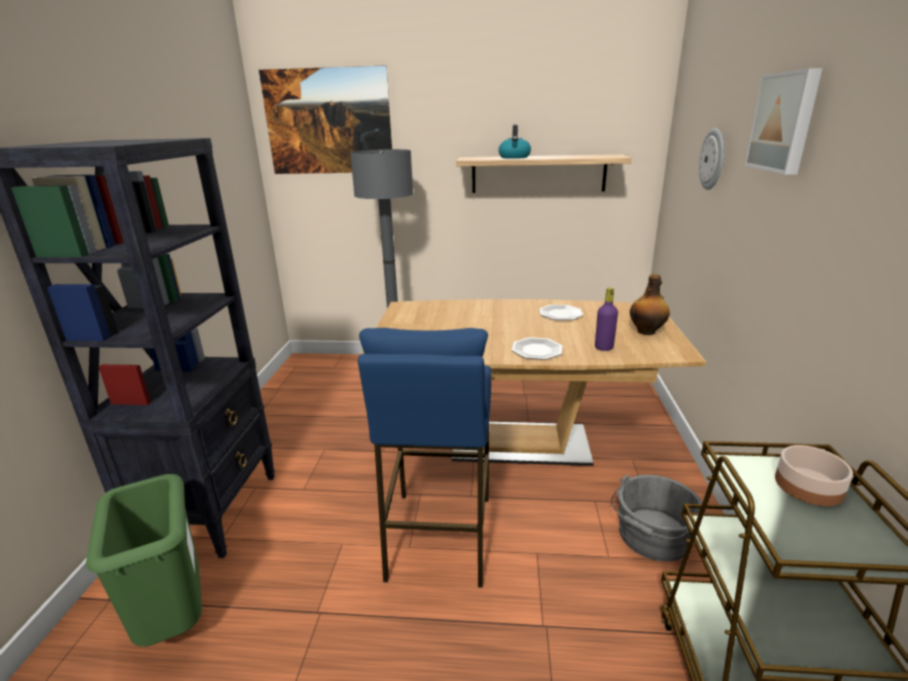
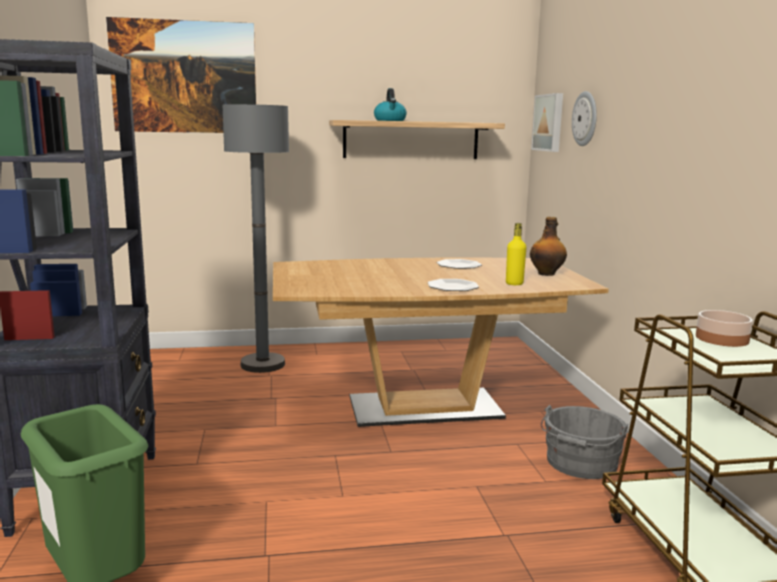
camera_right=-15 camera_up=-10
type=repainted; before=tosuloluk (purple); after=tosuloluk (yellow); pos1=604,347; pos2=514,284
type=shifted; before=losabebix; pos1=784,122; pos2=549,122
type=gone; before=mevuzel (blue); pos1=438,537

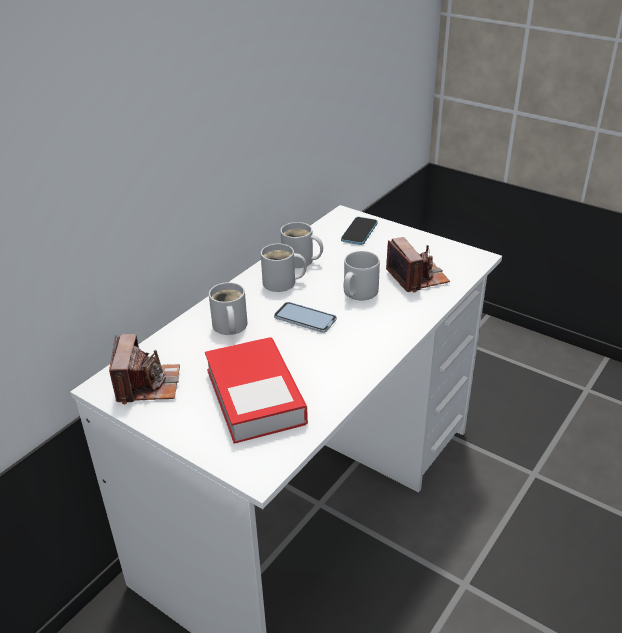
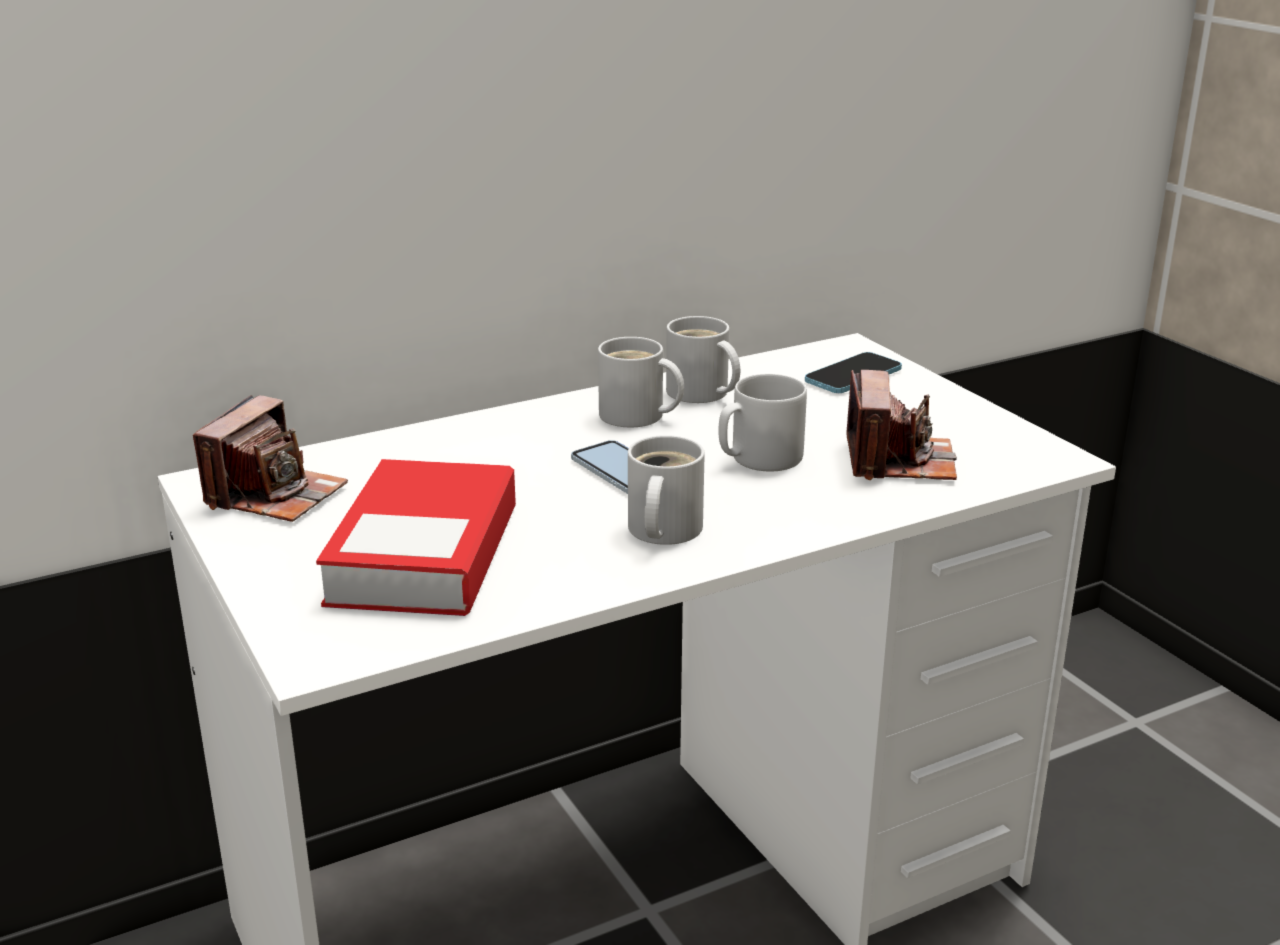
camera_right=25 camera_up=-10
type=shifted; before=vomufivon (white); pos1=229,327; pos2=660,530

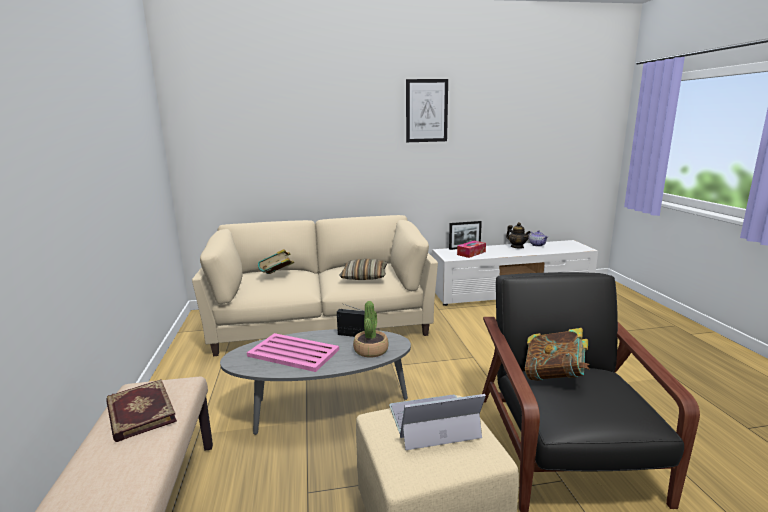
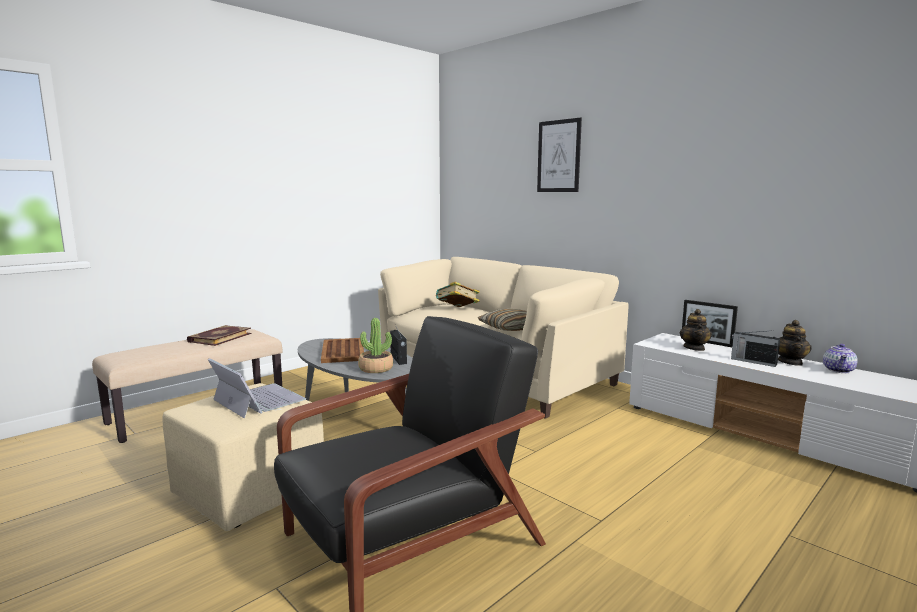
camera_right=55 camera_up=-5
type=repainted; before=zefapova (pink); after=zefapova (brown); pos1=293,352; pos2=343,351
type=shifted; before=losabebix; pos1=426,111; pos2=559,156
type=swapped; before=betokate; after=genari; pos1=471,253; pos2=694,348
type=new; after=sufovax; pos2=752,361
type=gone; before=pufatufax; pos1=554,376

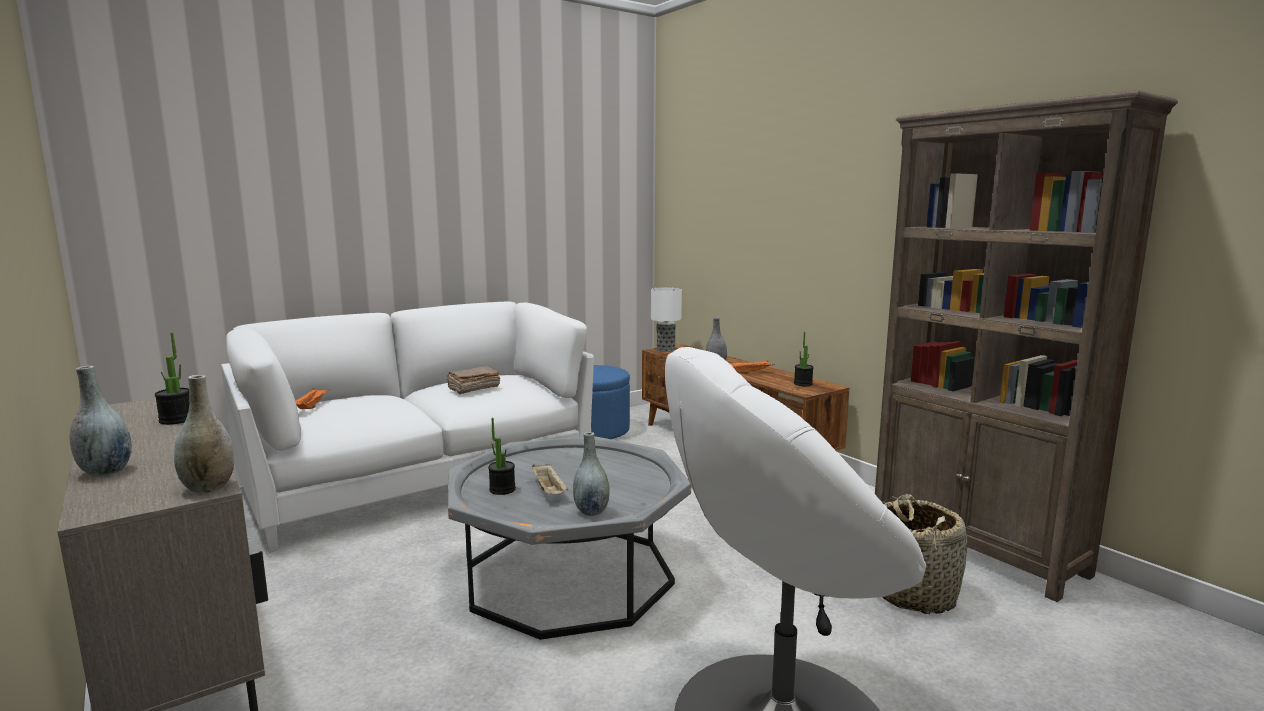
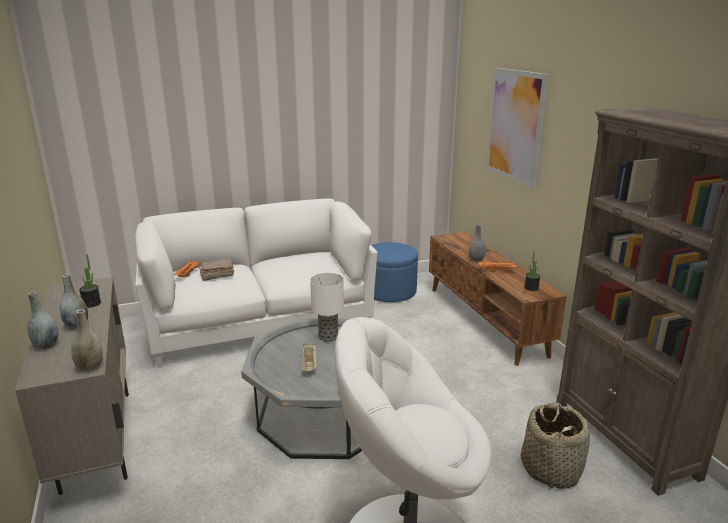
camera_right=15 camera_up=10
type=shifted; before=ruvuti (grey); pos1=591,511; pos2=77,326
type=shifted; before=pufatufax (brown); pos1=473,388; pos2=216,275
type=shifted; before=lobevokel; pos1=666,350; pos2=329,337
type=new; after=losabebix; pos2=515,126
type=gone; before=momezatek; pos1=502,489

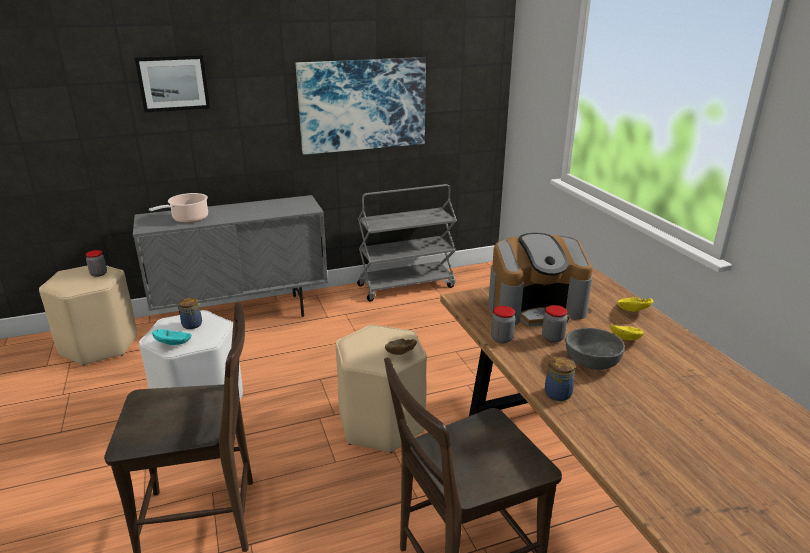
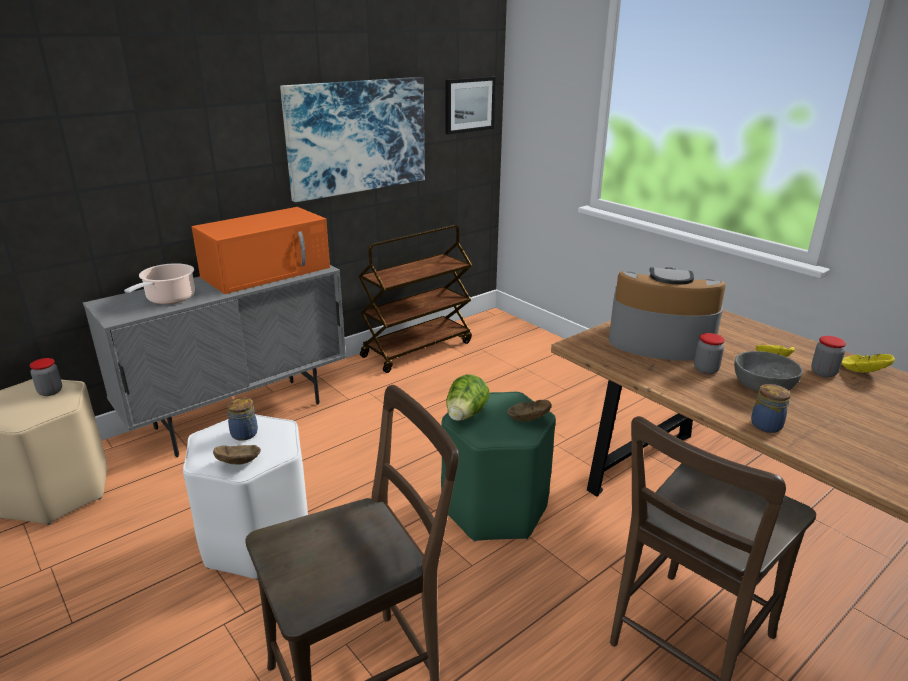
camera_right=-20 camera_up=0
type=new; after=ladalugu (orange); pos2=268,271
type=repainted; before=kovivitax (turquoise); after=kovivitax (brown); pos1=175,344; pos2=241,462
type=repainted; before=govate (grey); after=govate (brown); pos1=406,286; pos2=417,349
type=repainted; before=mevuzel (beige); after=mevuzel (green); pos1=382,424; pos2=495,508
type=shifted; before=losabebix; pos1=173,83; pos2=469,105
type=new; after=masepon; pos2=465,415
type=rotated; before=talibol; pos1=536,307; pos2=659,341; turn=-135
type=shifted; before=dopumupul; pos1=502,339; pos2=823,372
type=shifted; before=kovivitax (yellow); pos1=632,310; pos2=862,371

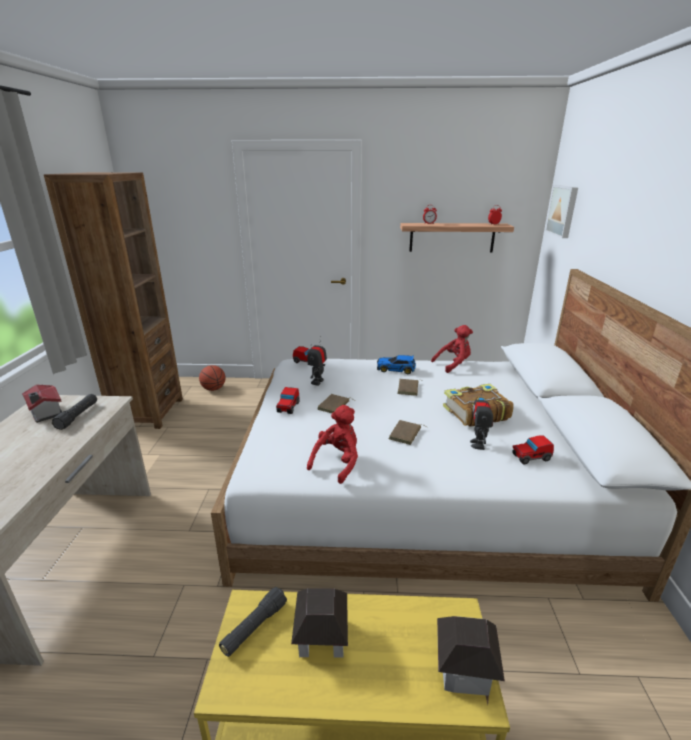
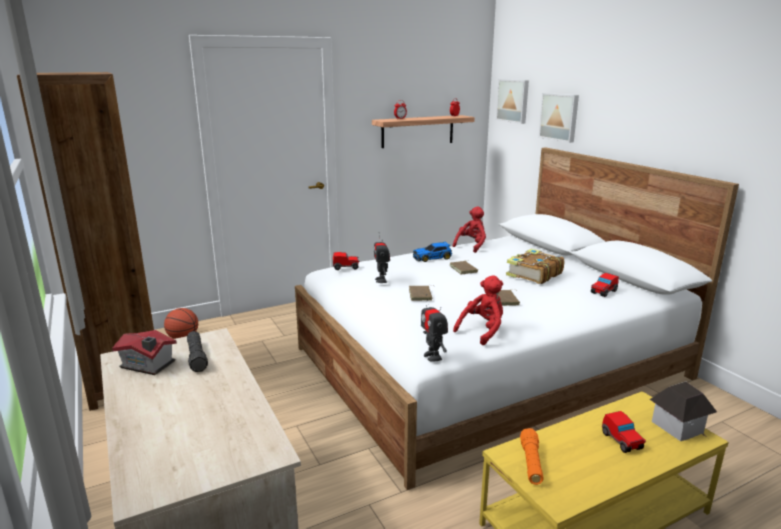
camera_right=-30 camera_up=-5
type=shifted; before=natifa; pos1=478,444; pos2=433,356
type=rotated; before=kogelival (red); pos1=337,462; pos2=482,331; turn=45
type=repainted; before=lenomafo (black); after=lenomafo (orange); pos1=254,627; pos2=531,463
type=new; after=losabebix; pos2=559,117
type=shifted; before=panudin; pos1=288,407; pos2=622,441
type=gone; before=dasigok; pos1=321,638

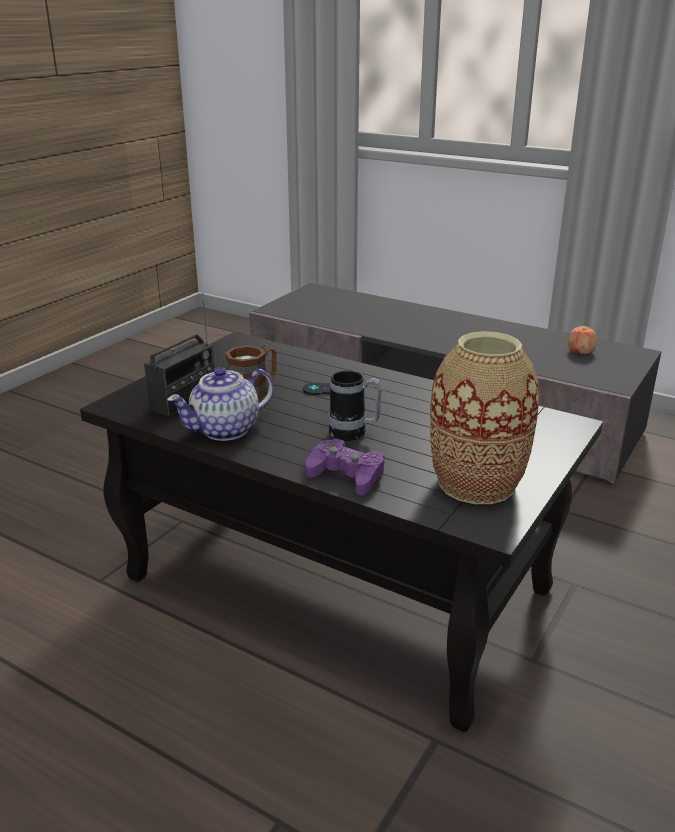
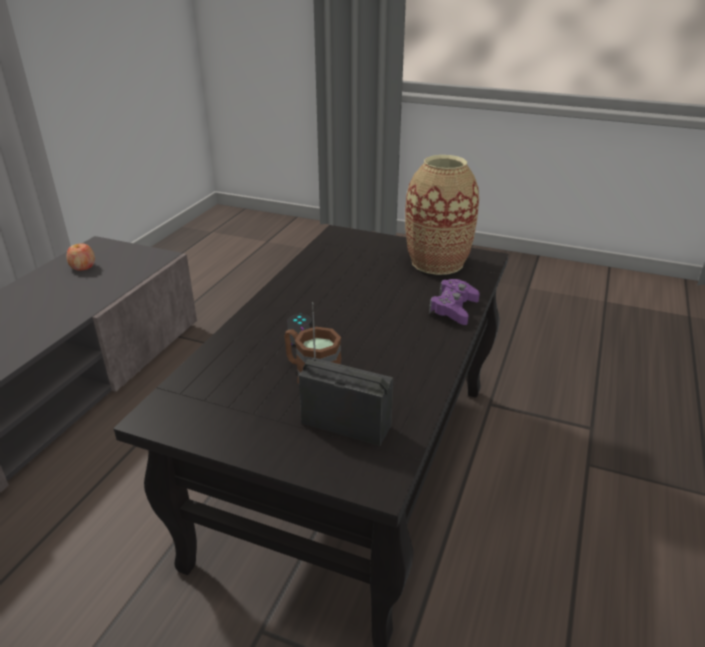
camera_right=-100 camera_up=5
type=gone; before=genari; pos1=225,430
type=gone; before=vomufivon; pos1=354,434

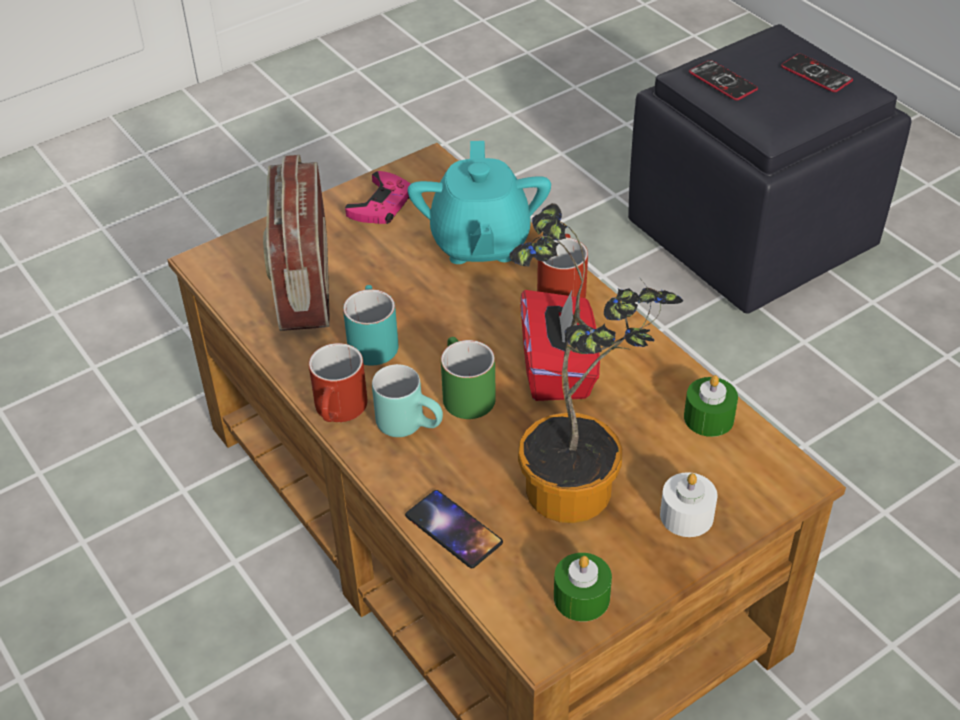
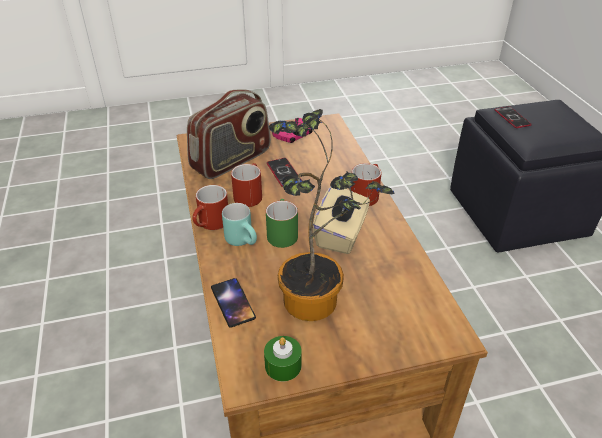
camera_right=20 camera_up=-5
type=rotated; before=sufovax; pos1=303,284; pos2=232,160; turn=-150
type=repainted; before=vomufivon (turquoise); after=vomufivon (red); pos1=371,340; pos2=249,194
type=shifted; before=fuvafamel; pos1=816,74; pos2=284,173
type=repainted; before=betokate (red); after=betokate (beige); pos1=558,369; pos2=341,235
type=gone; before=genari (turquoise); pos1=480,243
type=gone; before=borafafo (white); pos1=686,515
type=gone; before=borafafo (green); pos1=709,418

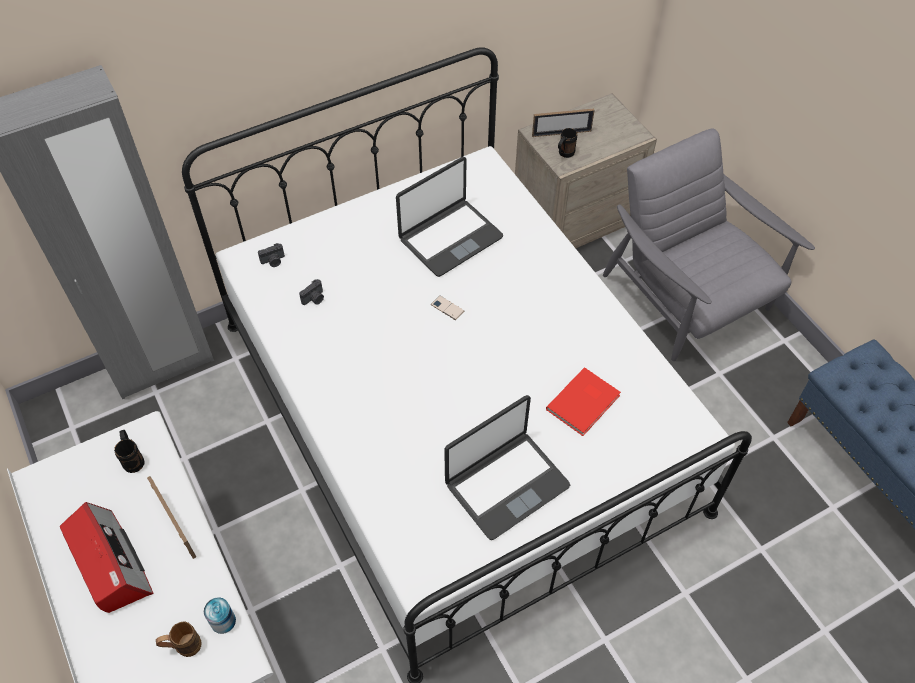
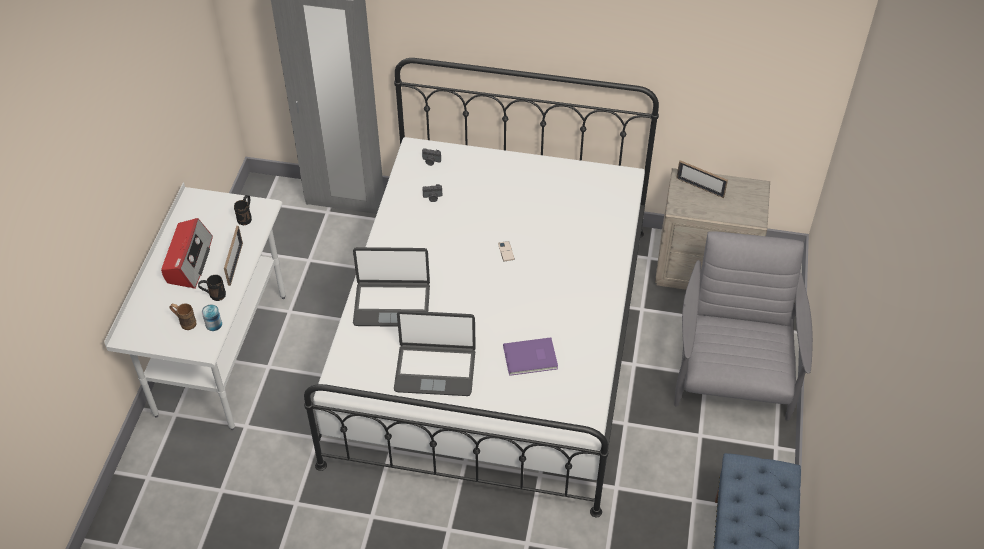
camera_right=40 camera_up=-5
type=shifted; before=vomufivon (black); pos1=564,154; pos2=214,296
type=shifted; before=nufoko; pos1=450,238; pos2=392,304
type=repainted; before=pufatufax (red); after=pufatufax (purple); pos1=585,403; pos2=531,358

